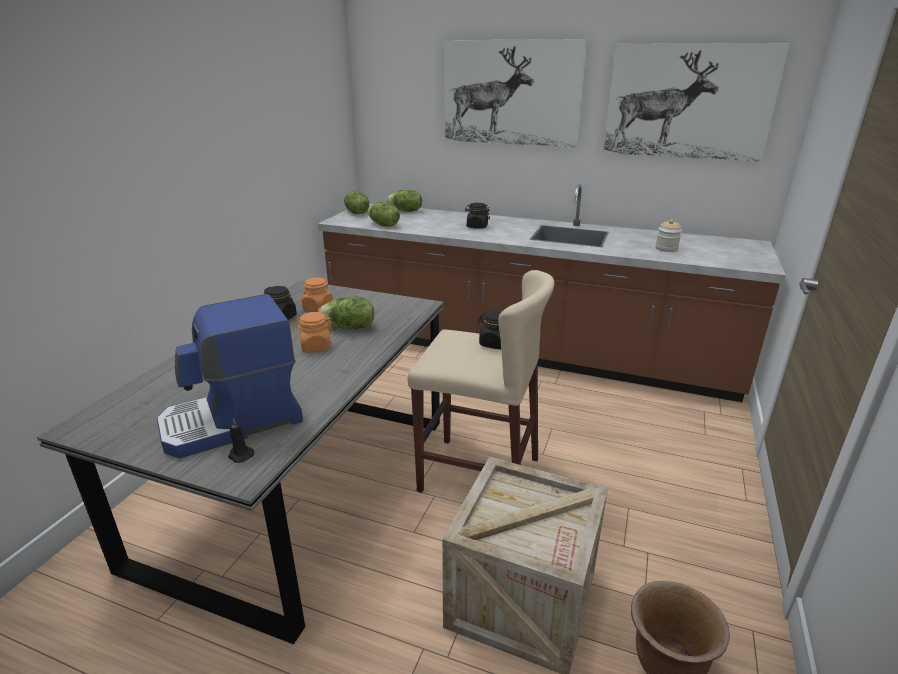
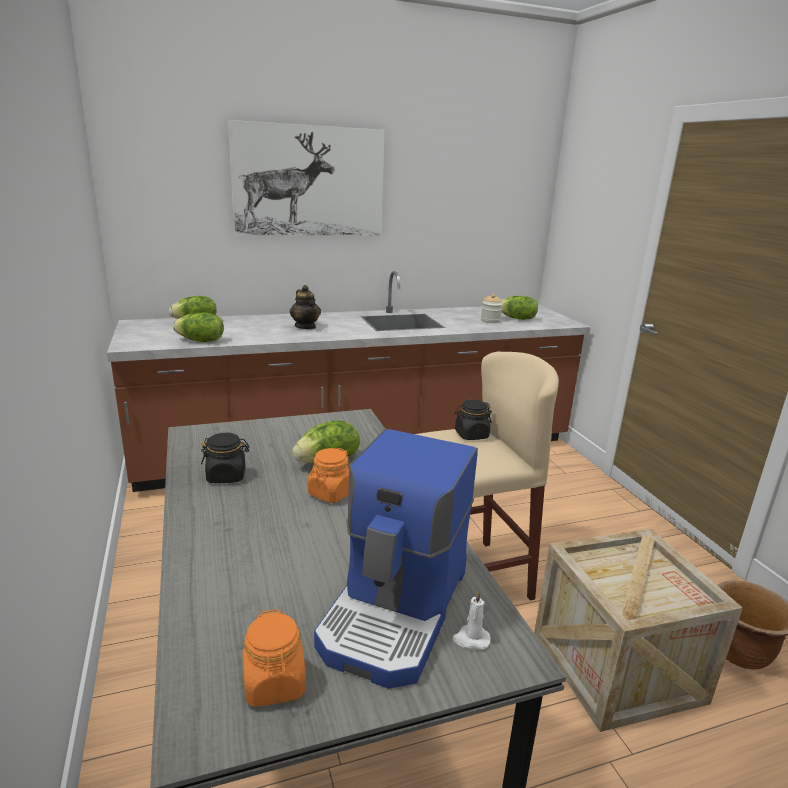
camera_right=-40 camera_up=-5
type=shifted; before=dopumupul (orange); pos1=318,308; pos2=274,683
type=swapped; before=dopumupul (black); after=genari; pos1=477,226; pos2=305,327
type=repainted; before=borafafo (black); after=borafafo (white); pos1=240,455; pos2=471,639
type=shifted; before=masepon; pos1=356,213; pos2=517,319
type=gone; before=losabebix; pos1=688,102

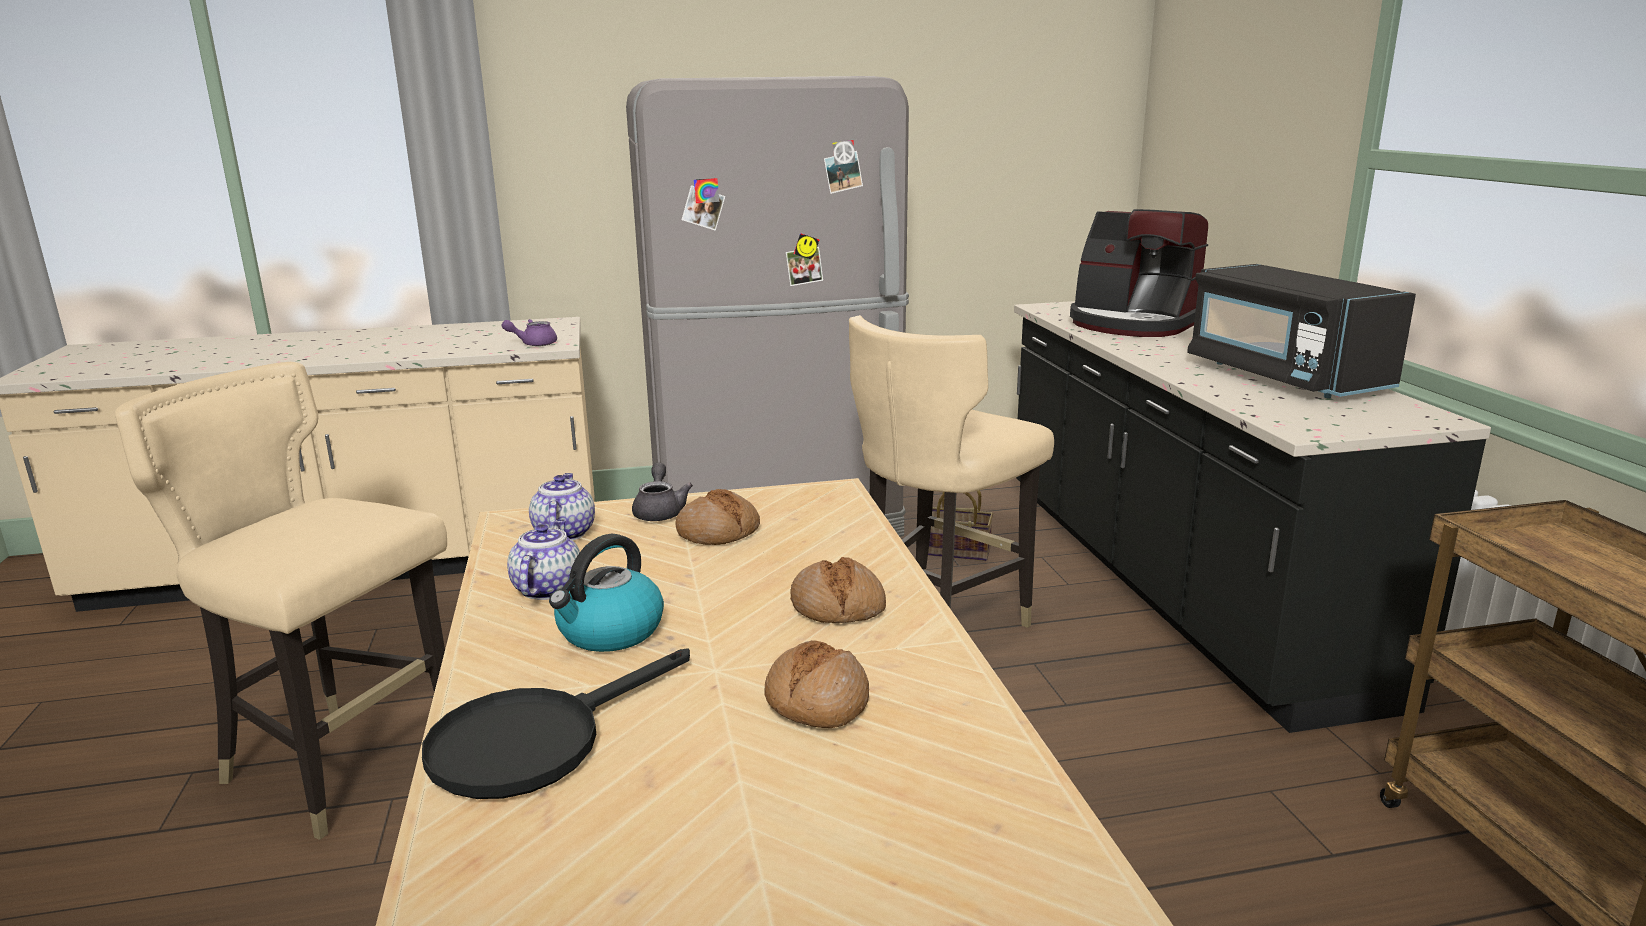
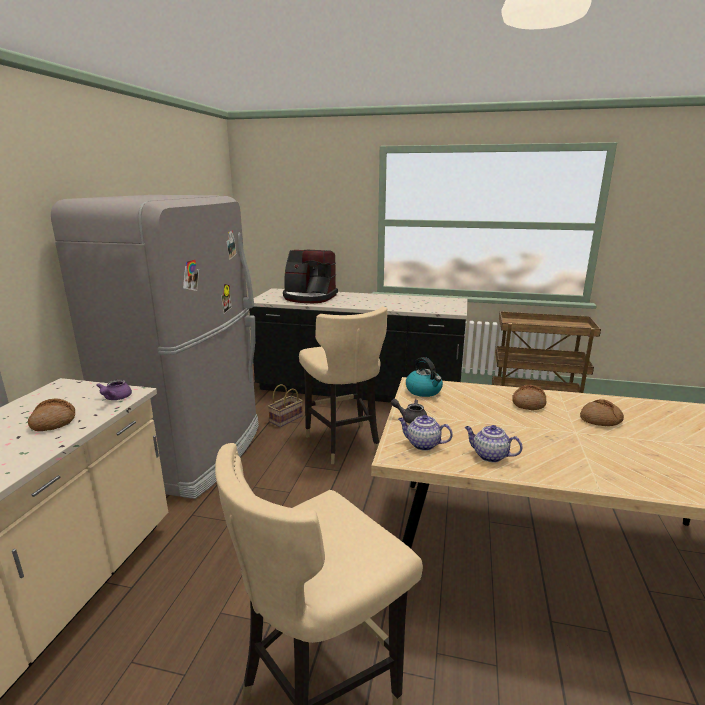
camera_right=-65 camera_up=0
type=shifted; before=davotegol; pos1=718,532; pos2=53,422
type=rotated; before=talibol; pos1=1132,324; pos2=309,297; turn=45
type=shifted; before=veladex; pos1=610,632; pos2=424,391
type=gone; before=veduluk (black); pos1=535,740
type=gone; before=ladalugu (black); pos1=1282,376

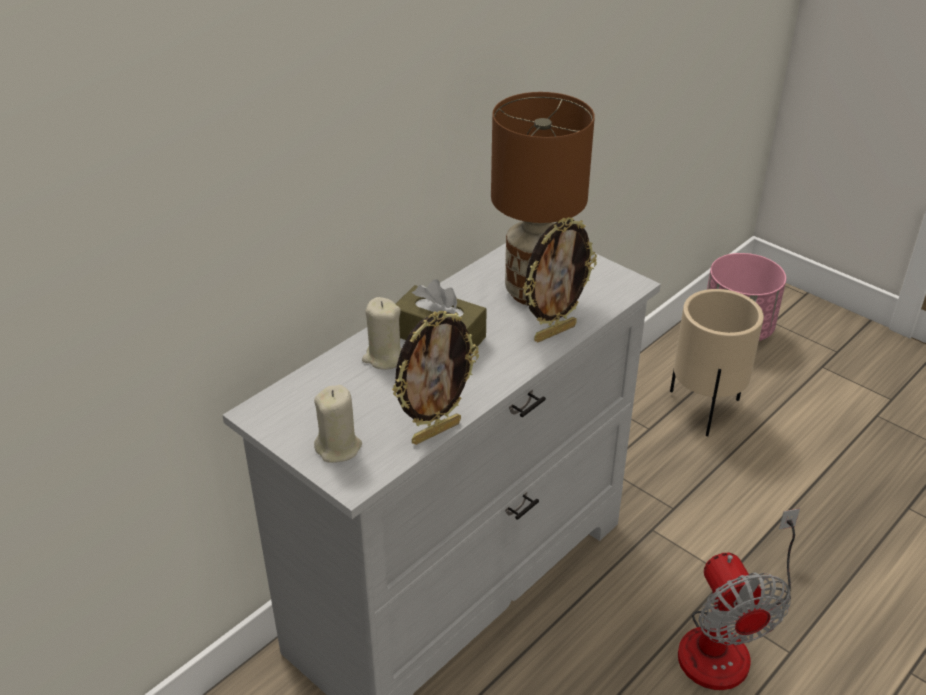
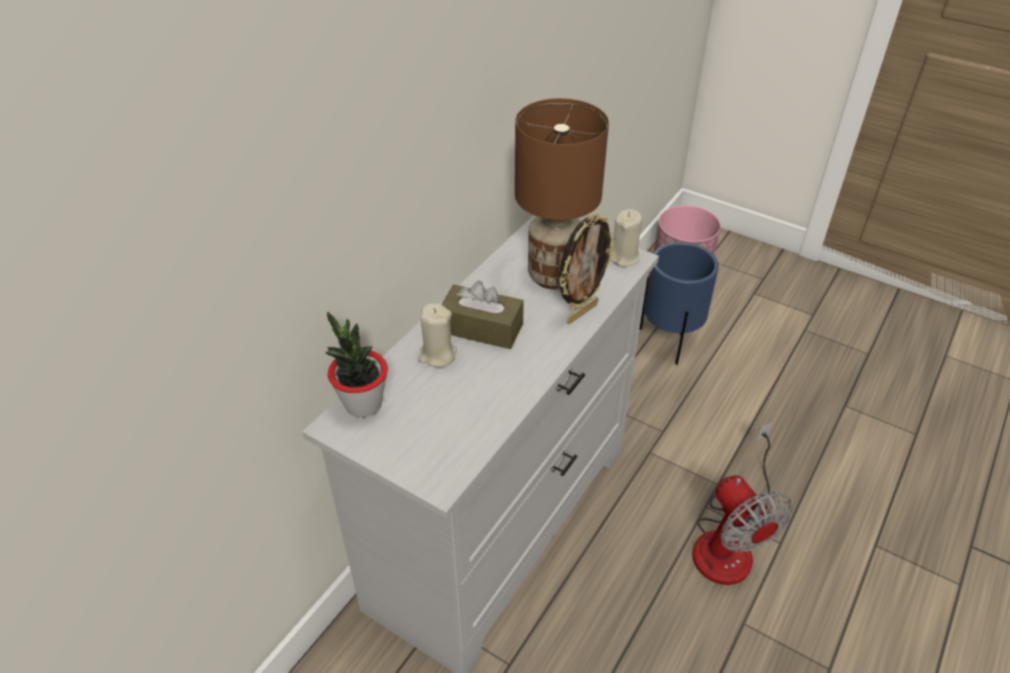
camera_right=-10 camera_up=5
type=new; after=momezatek; pos2=363,404
type=shifted; before=borafafo (beige); pos1=338,448; pos2=623,257
type=repainted; before=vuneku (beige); after=vuneku (blue); pos1=704,409; pos2=670,341
type=gone; before=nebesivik; pos1=435,431

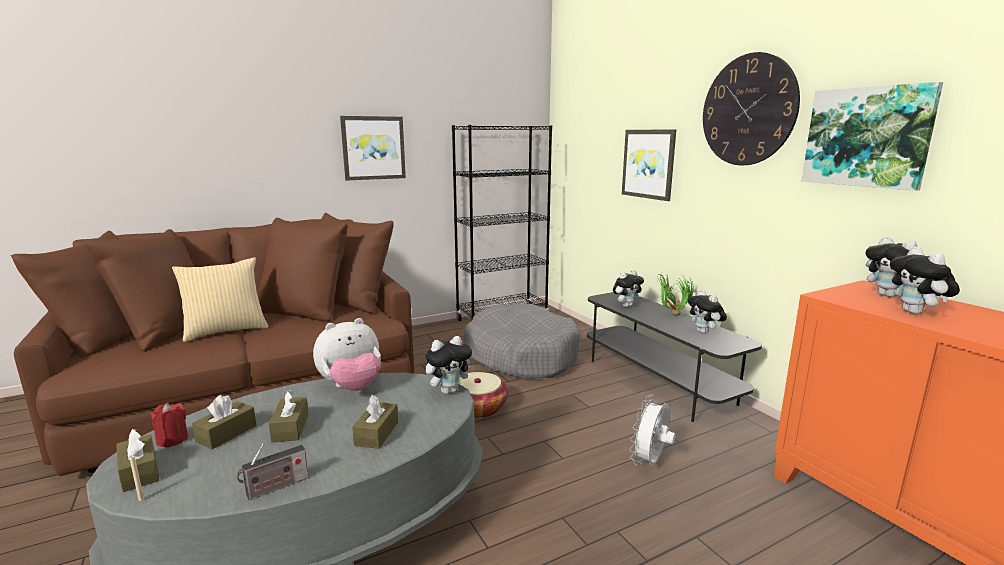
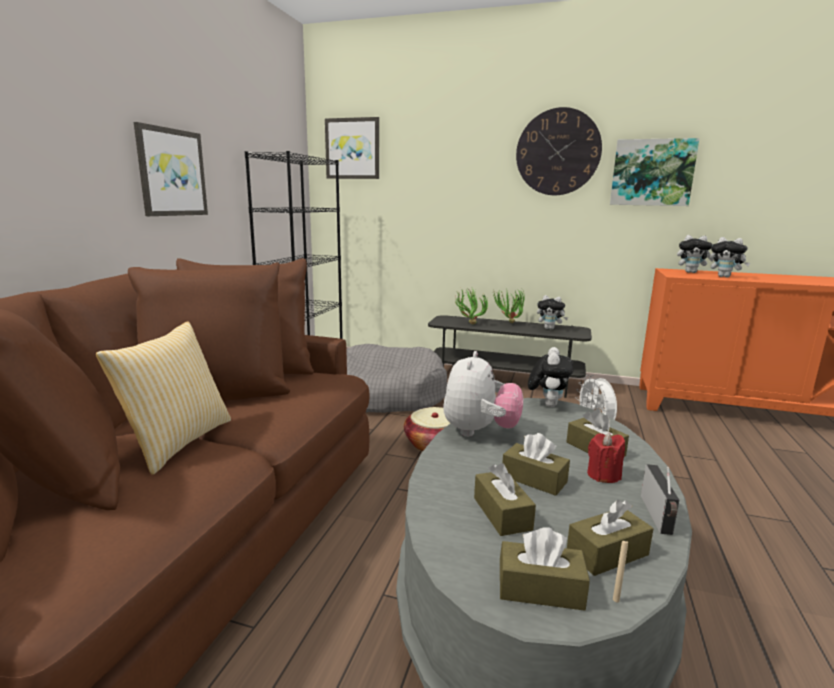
camera_right=-45 camera_up=0
type=shifted; before=losabebix; pos1=648,164; pos2=352,148
type=swapped; before=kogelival; after=momezatek; pos1=626,305; pos2=468,323
type=new; after=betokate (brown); pos2=607,553
type=shifted; before=borafafo (red); pos1=172,439; pos2=603,475

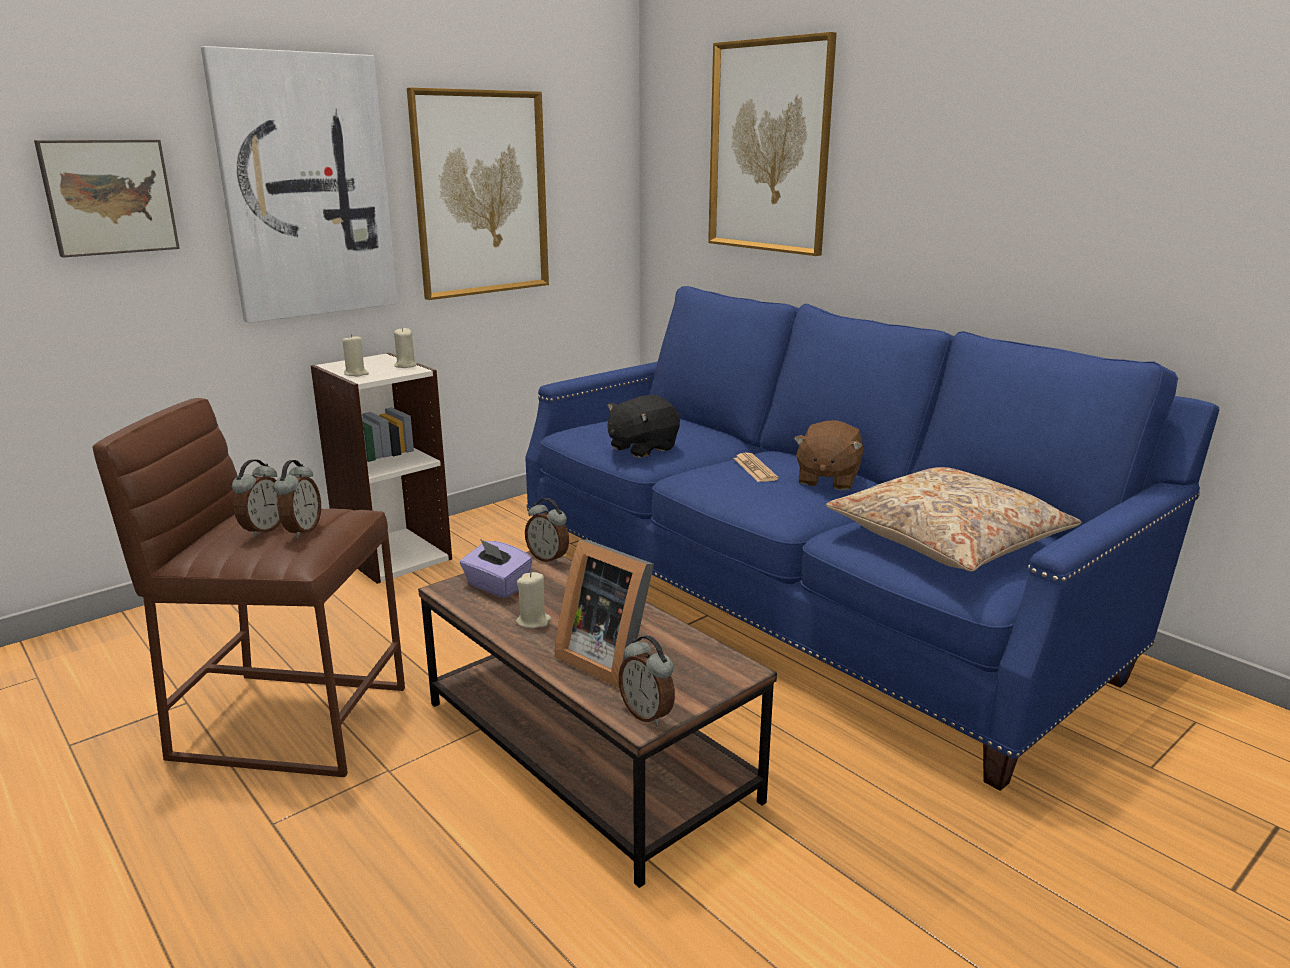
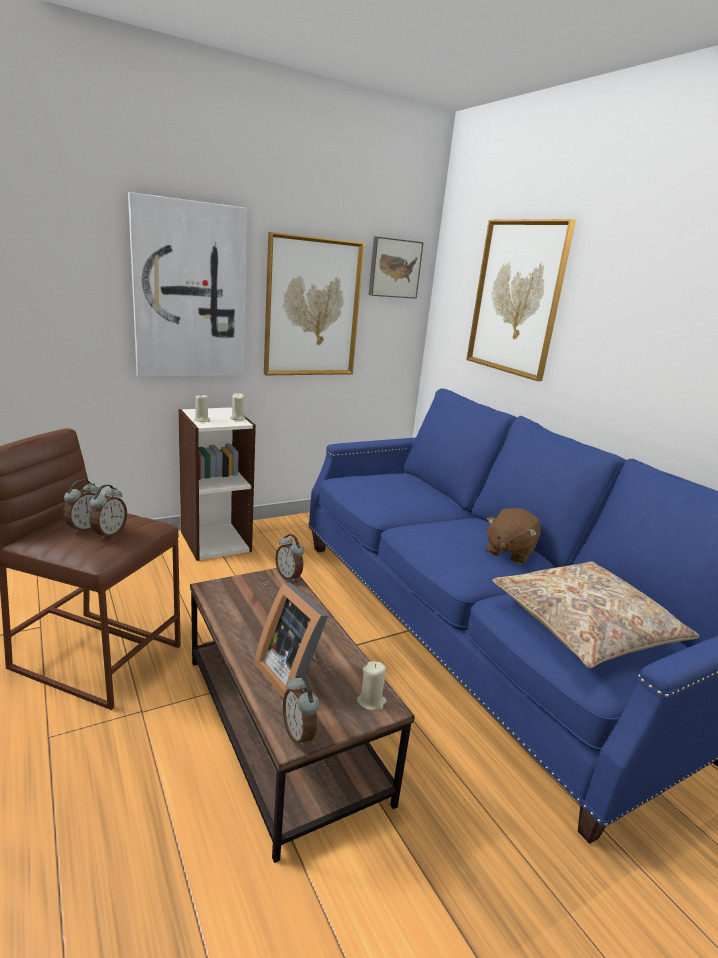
camera_right=10 camera_up=0
type=shifted; before=borafafo (beige); pos1=533,621; pos2=371,701
type=shifted; before=losabebix; pos1=108,197; pos2=394,268
type=gone; before=betokate (purple); pos1=496,586
type=gone; before=kogelival (black); pos1=642,448
type=gone; before=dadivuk; pos1=755,469

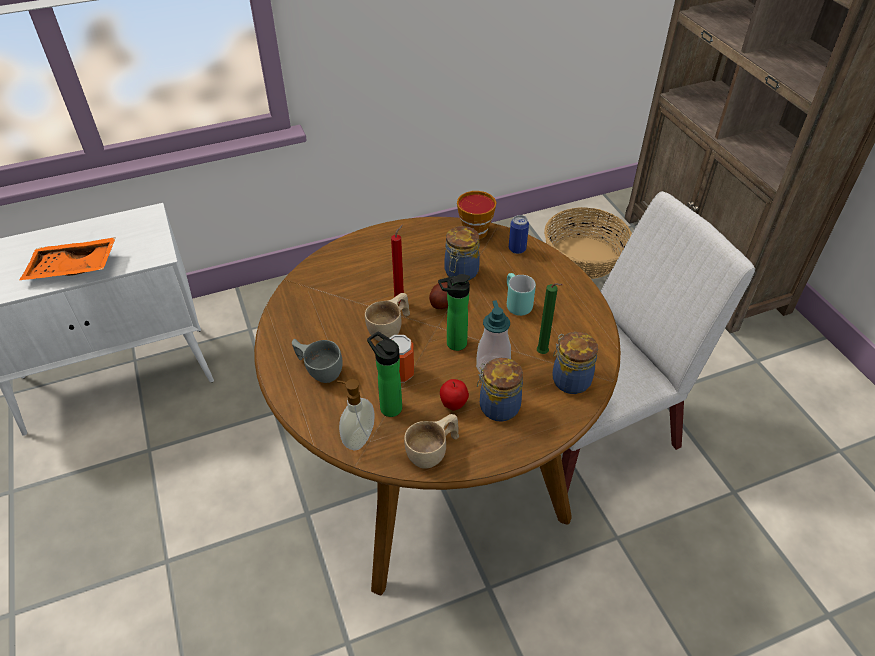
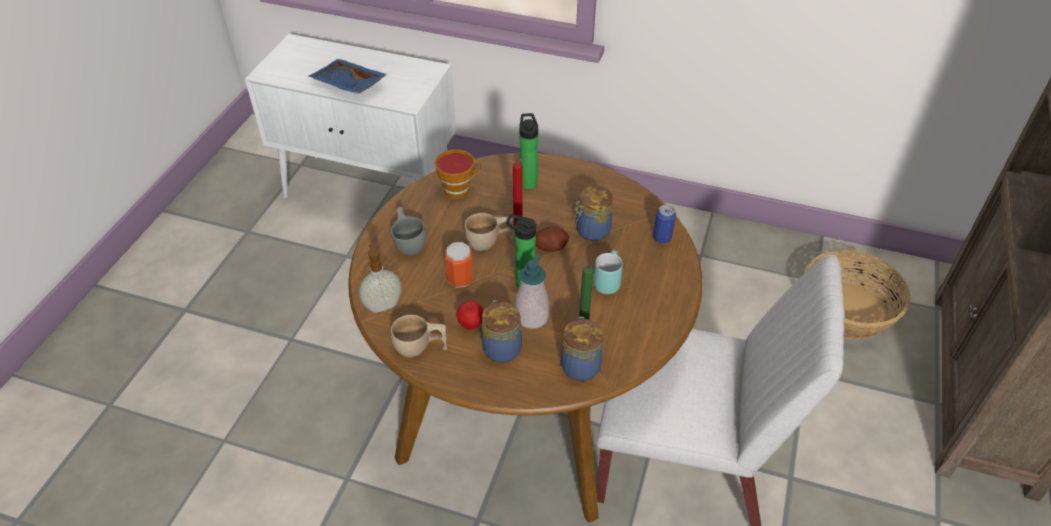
camera_right=40 camera_up=0
type=repainted; before=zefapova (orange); after=zefapova (blue); pos1=72,269; pos2=348,85
type=shifted; before=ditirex; pos1=476,229; pos2=460,189
type=shifted; before=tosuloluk; pos1=388,406; pos2=528,181

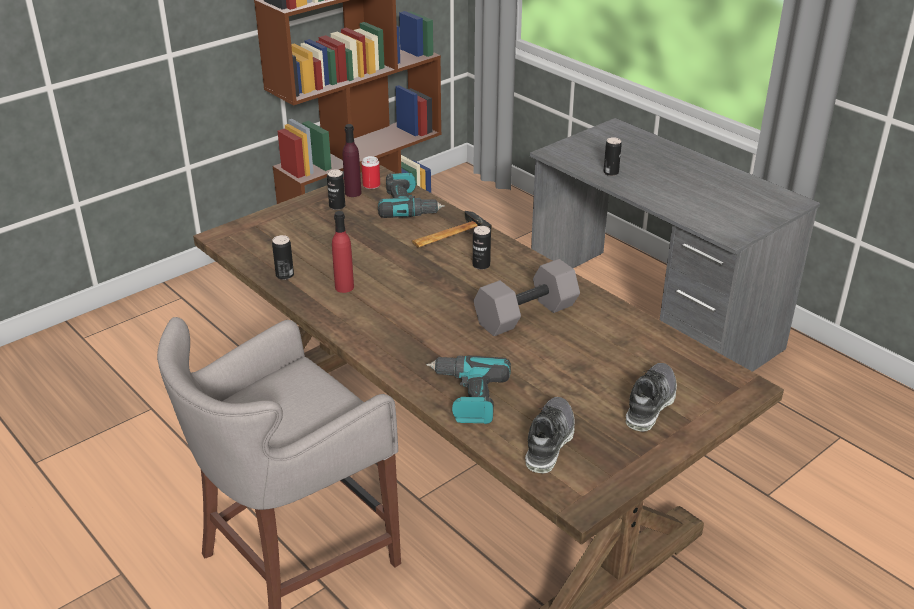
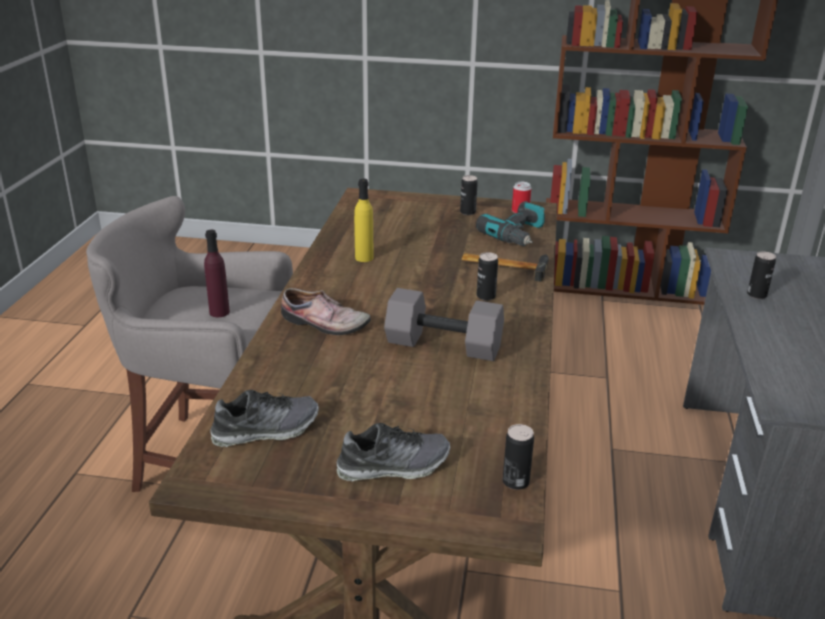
camera_right=50 camera_up=-5
type=shifted; before=tosuloluk (purple); pos1=353,193; pos2=219,312
type=new; after=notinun; pos2=324,324
type=repainted; before=tosuloluk (red); after=tosuloluk (yellow); pos1=344,287; pos2=364,258
type=shifted; before=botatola; pos1=284,275; pos2=515,481
type=gone; before=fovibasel; pos1=467,396

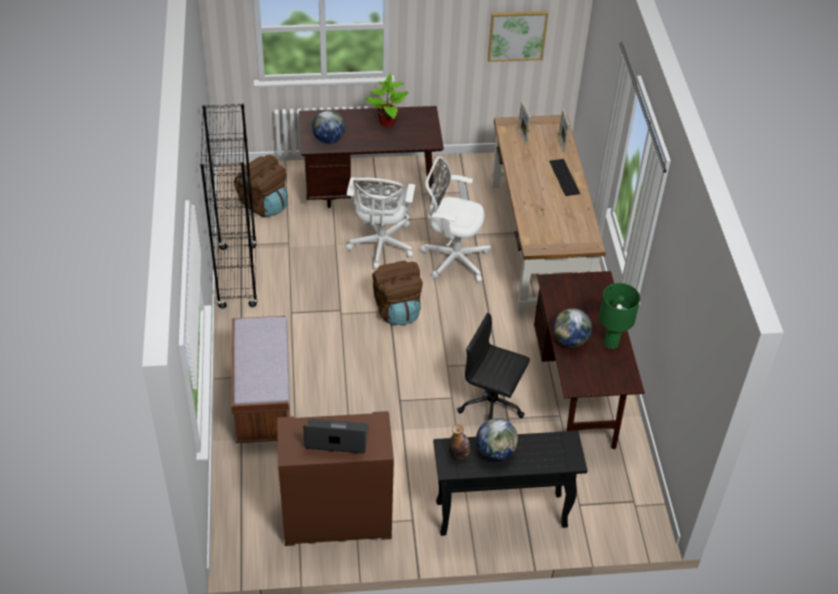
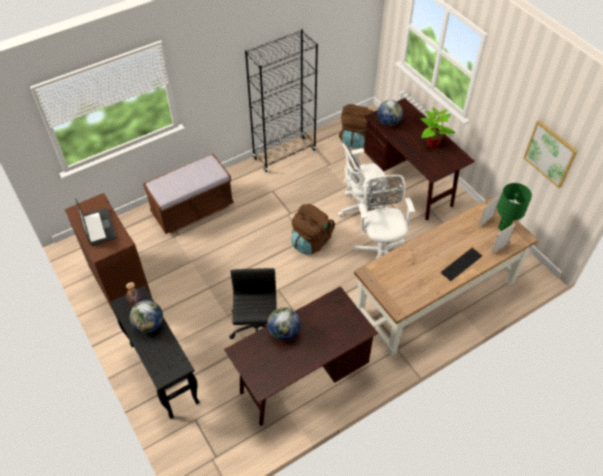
camera_right=65 camera_up=5
type=shifted; before=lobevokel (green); pos1=611,343; pos2=504,228

